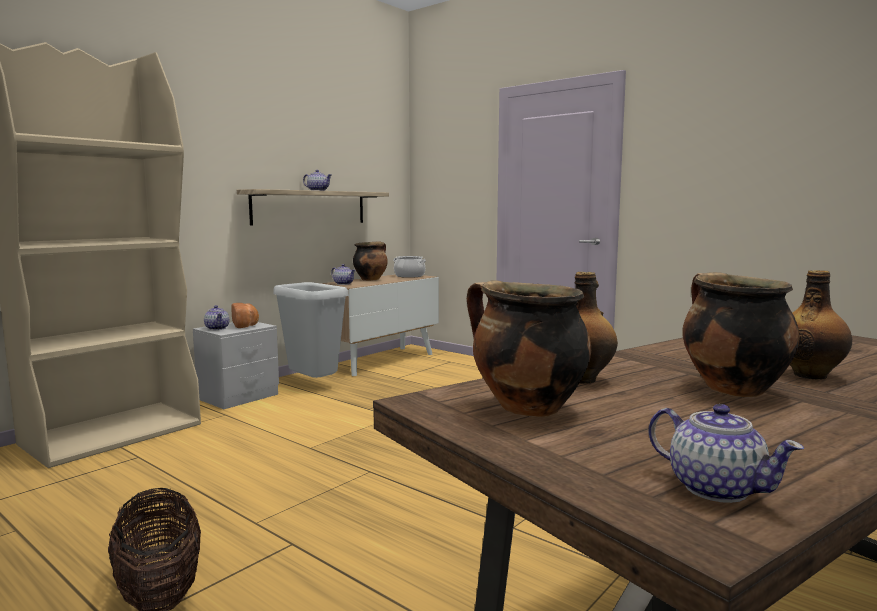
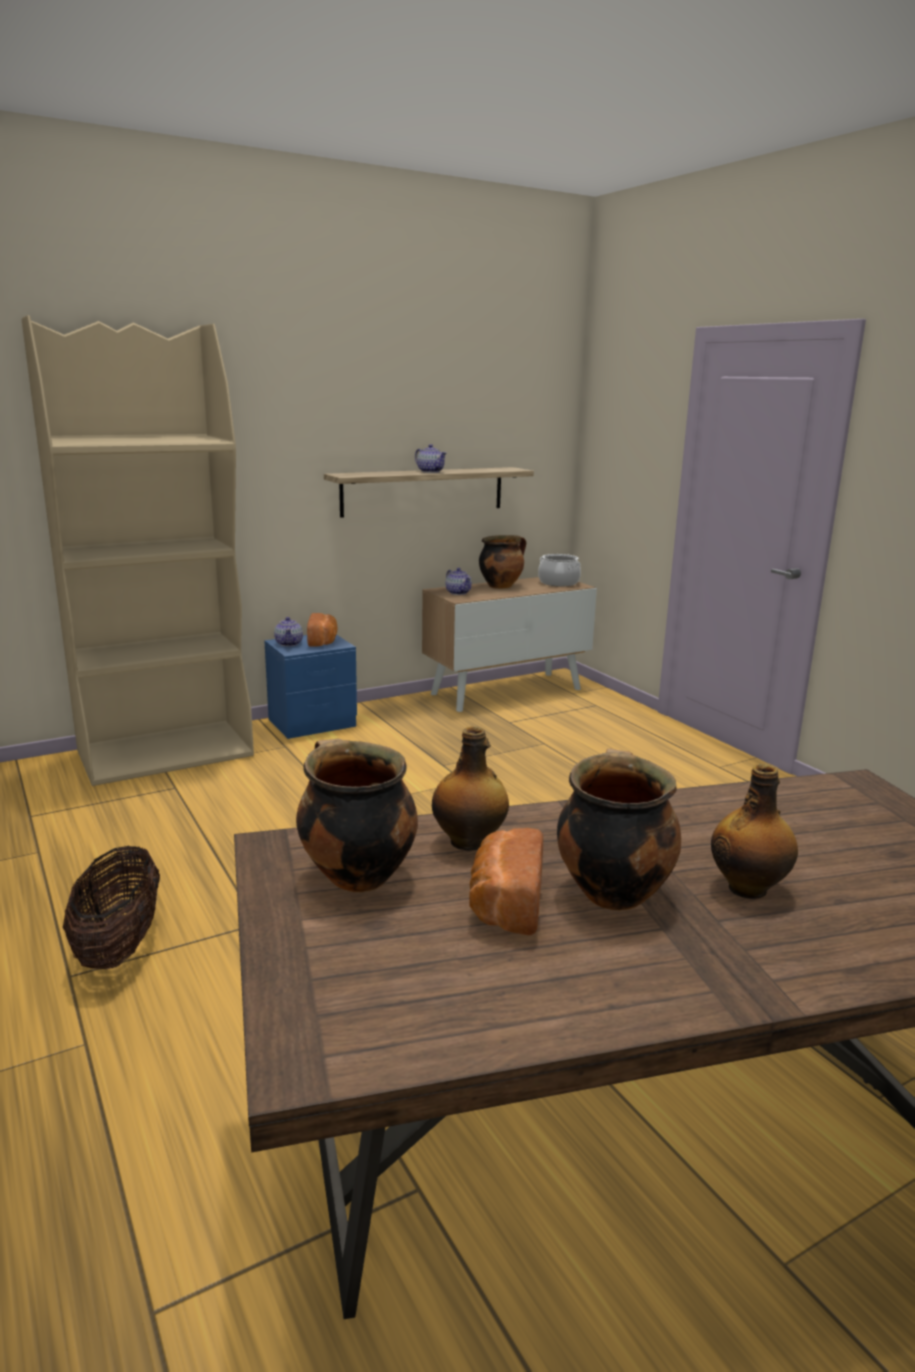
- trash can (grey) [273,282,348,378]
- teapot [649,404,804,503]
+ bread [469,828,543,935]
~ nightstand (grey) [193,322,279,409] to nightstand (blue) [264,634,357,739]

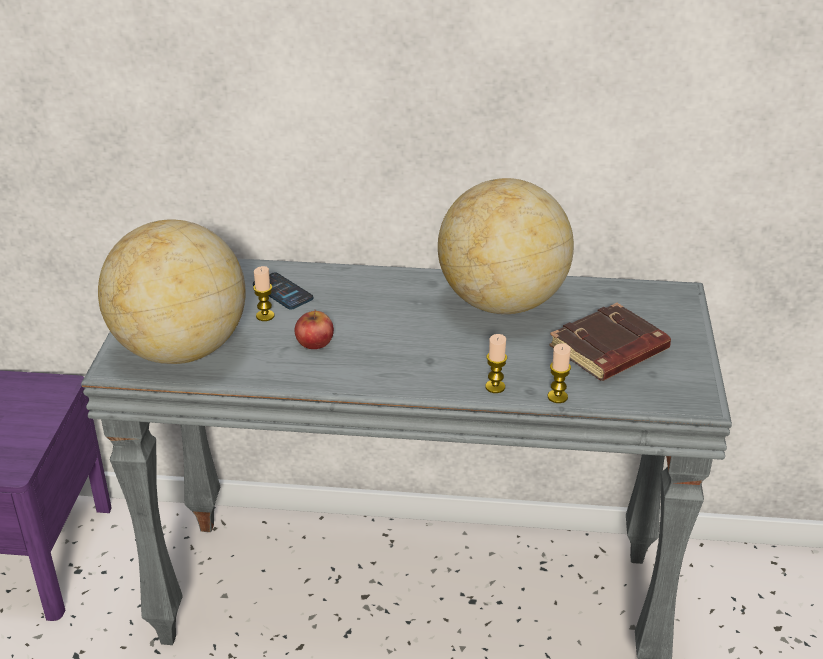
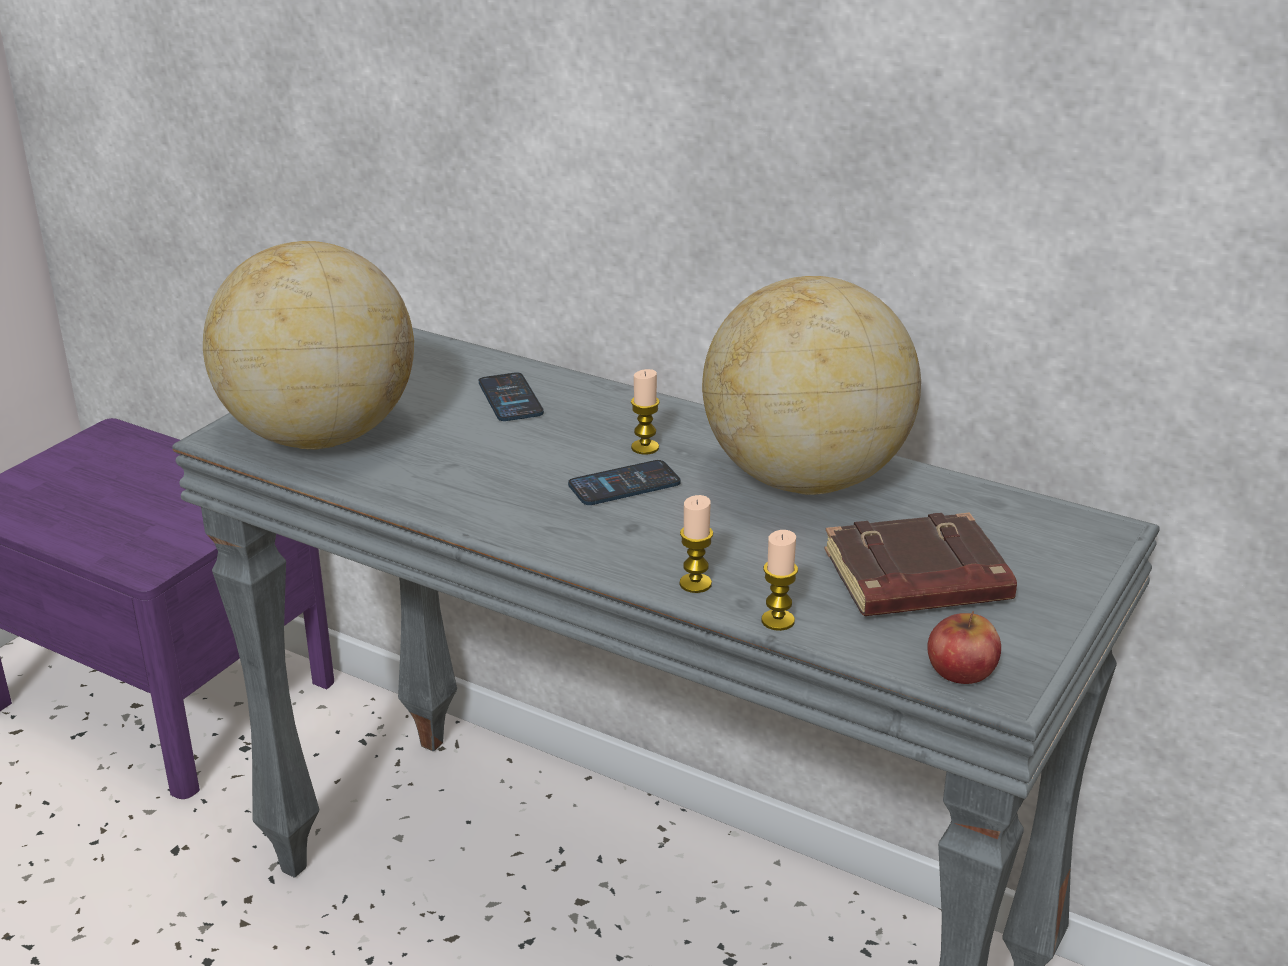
+ phone [568,460,680,505]
~ candle [253,266,275,321] to [631,369,660,455]
~ apple [294,310,334,349] to [927,611,1001,684]

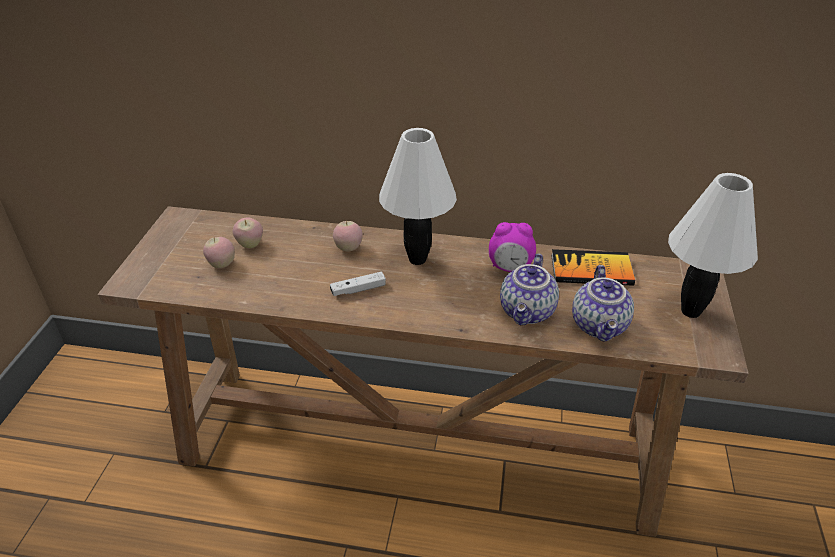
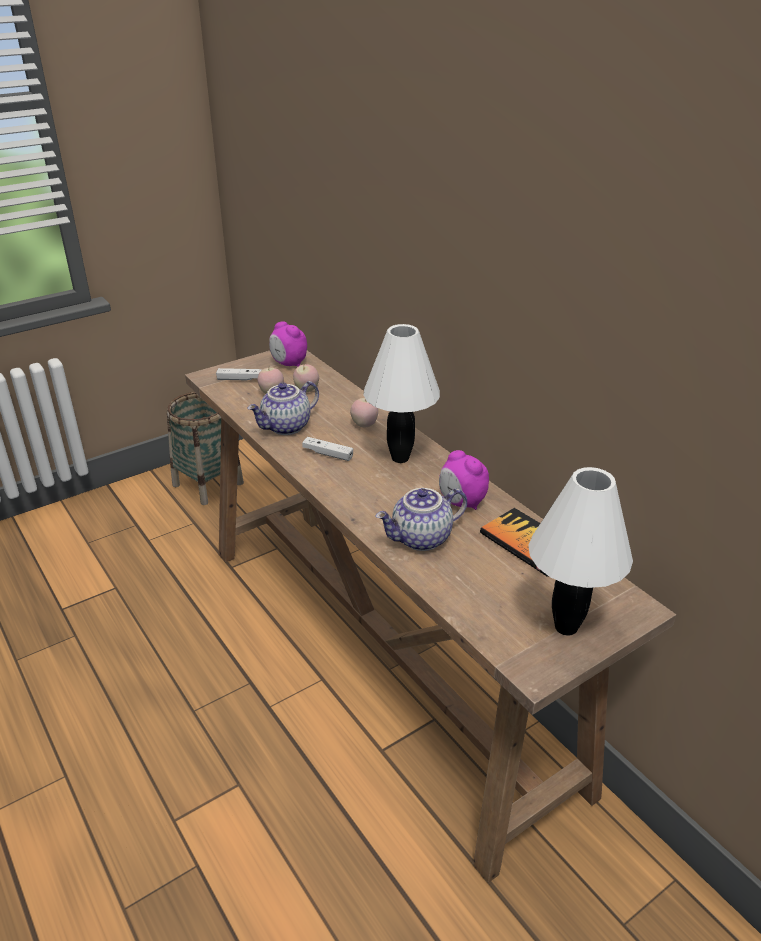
+ basket [167,392,244,505]
+ game controller (white) [216,368,262,381]
+ alarm clock [269,321,307,366]
~ teapot [572,265,634,342] to [247,381,319,435]

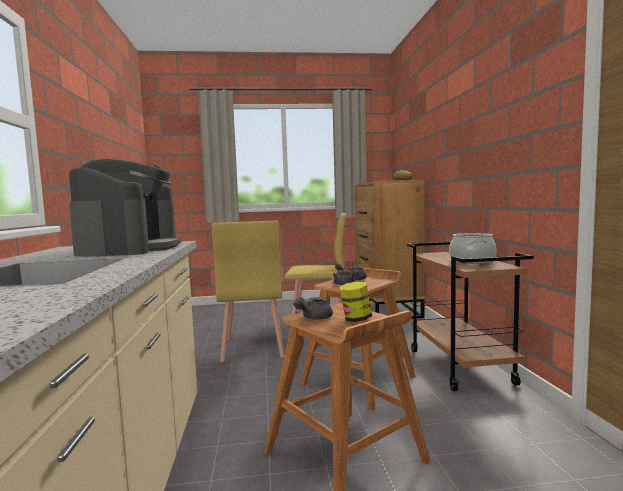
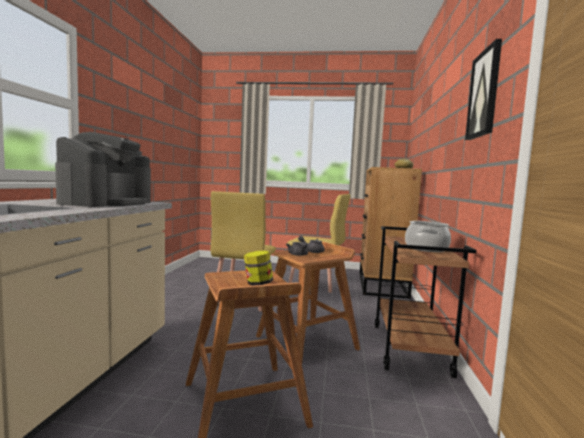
- teapot (grey) [293,297,333,320]
+ picture [465,39,502,140]

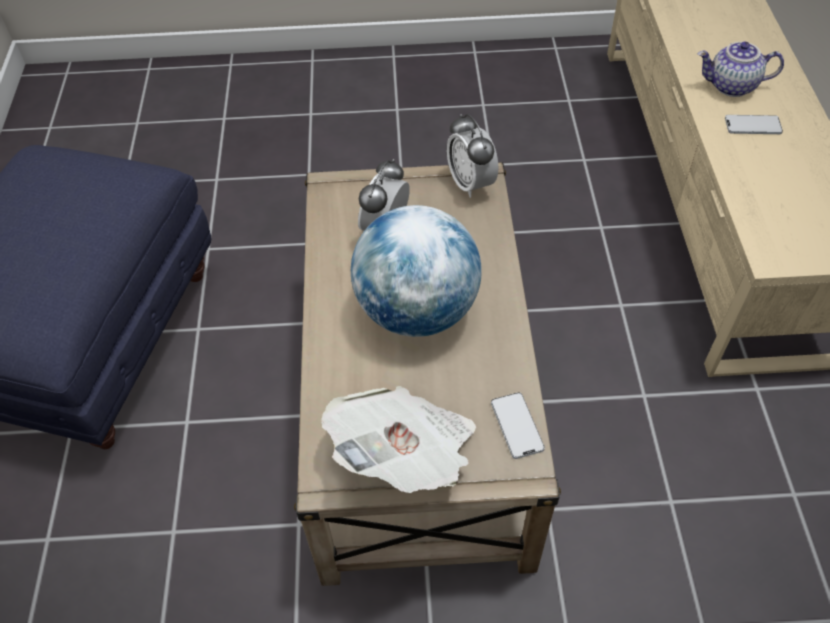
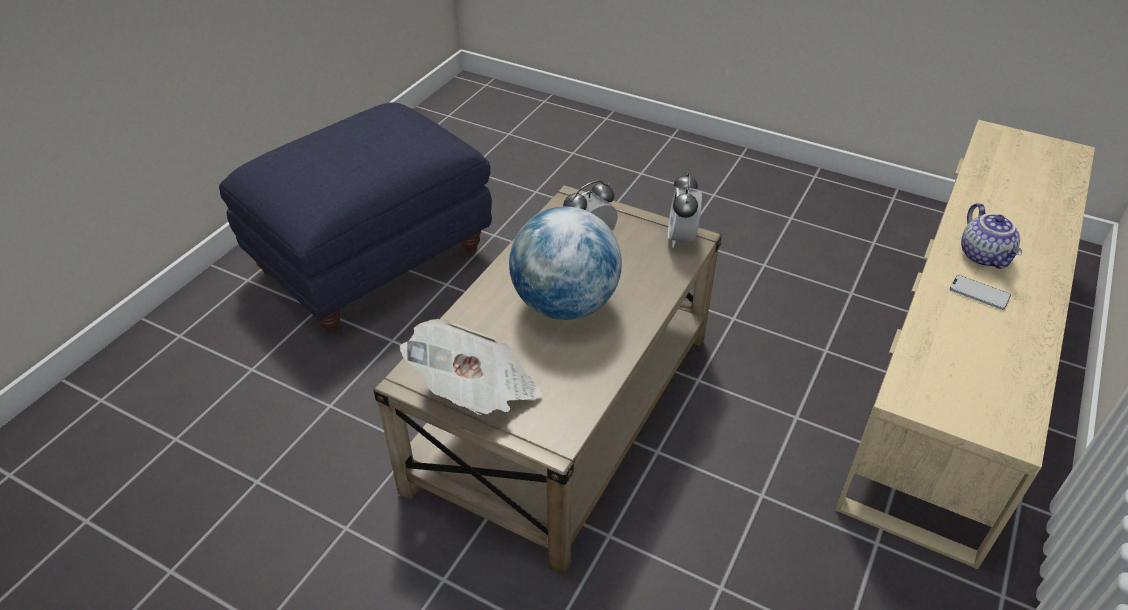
- phone [491,392,545,459]
~ teapot [698,42,784,97] = [961,203,1022,269] 135 degrees counterclockwise

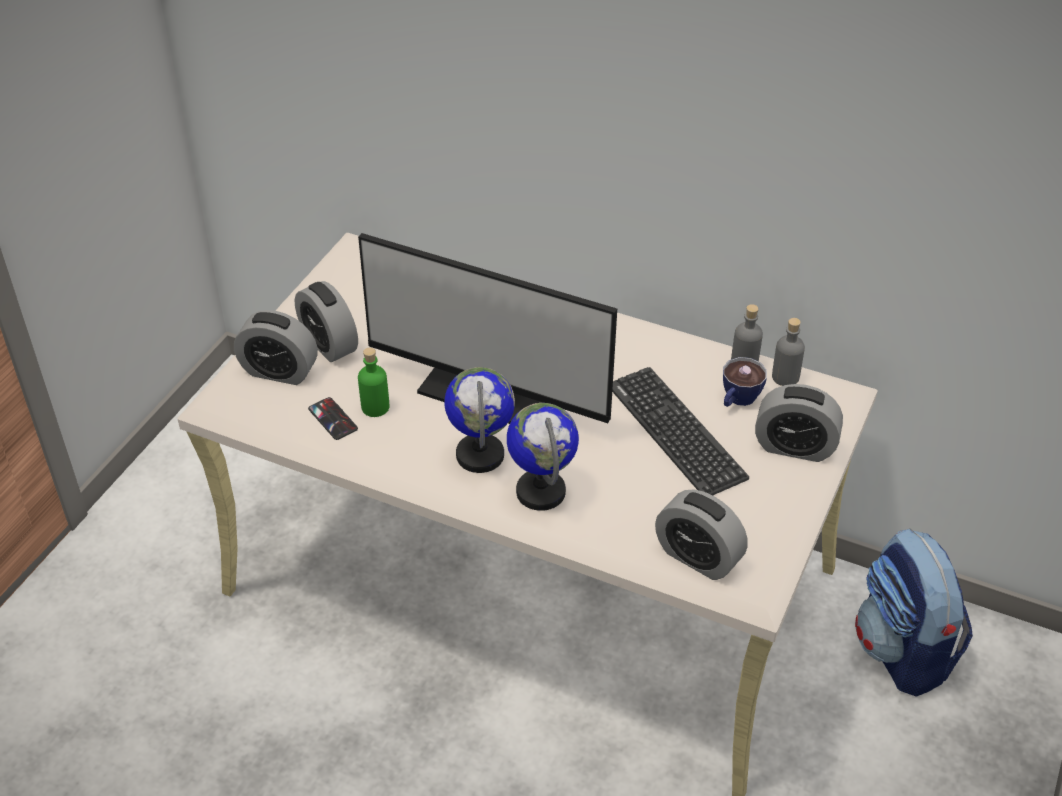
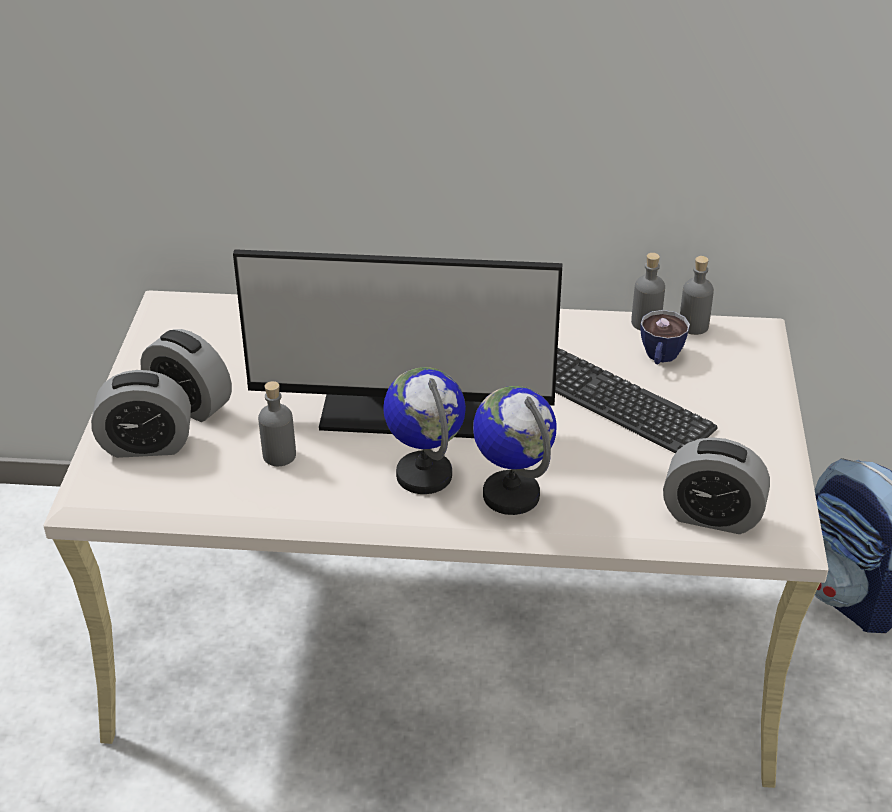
- phone [308,397,358,440]
- alarm clock [755,384,843,462]
~ bottle (green) [358,348,390,417] to bottle (grey) [258,381,296,466]

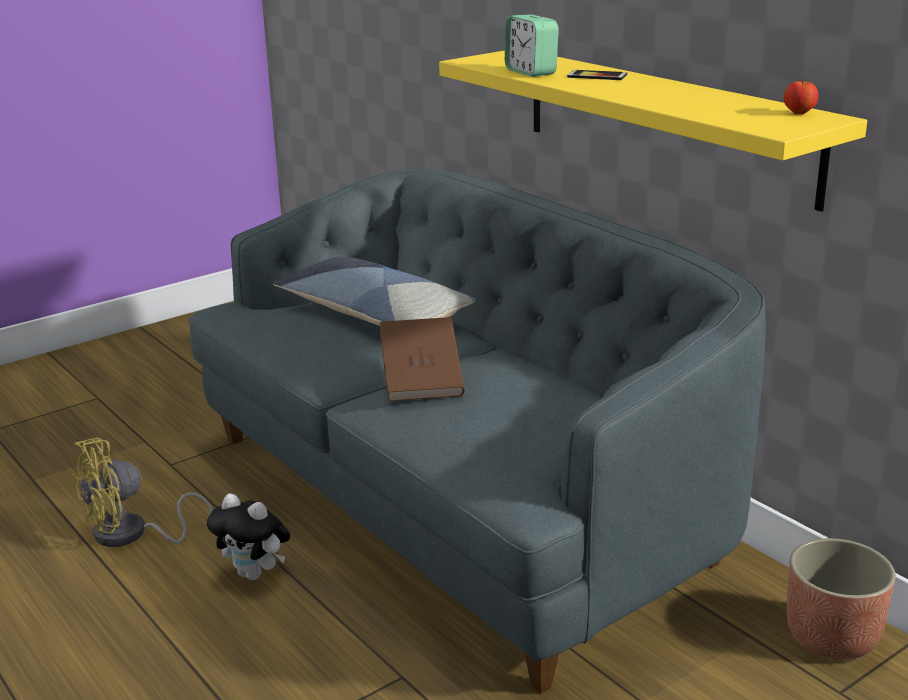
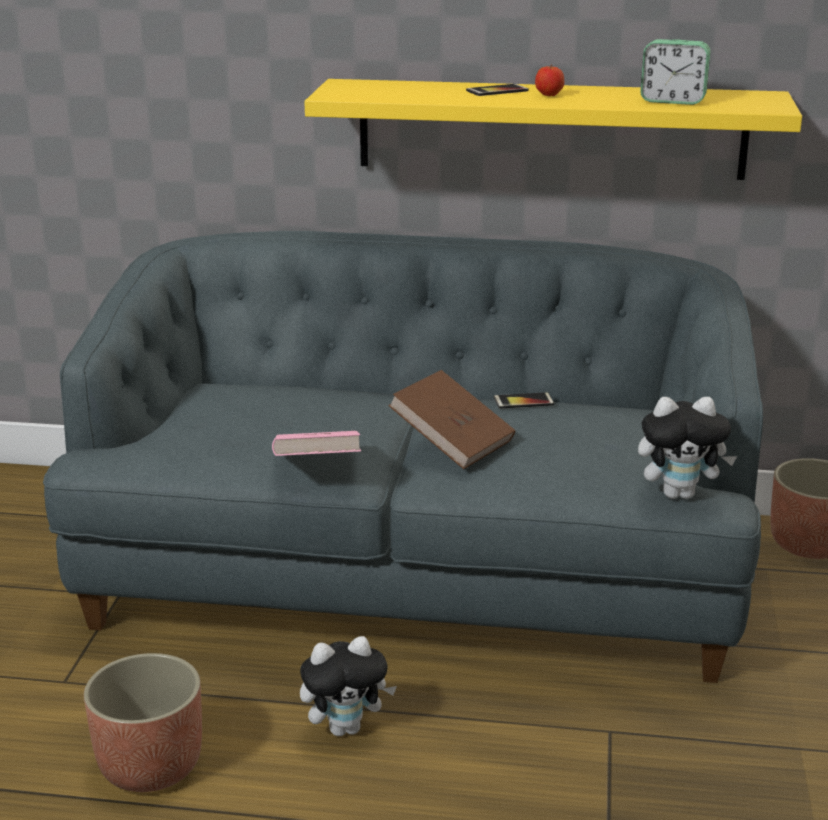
- pillow [273,257,476,326]
+ book (pink) [272,431,361,456]
+ phone [494,392,554,409]
+ plush toy [638,397,737,499]
~ alarm clock [505,14,559,77] to [640,39,710,105]
~ apple [784,80,818,115] to [535,64,564,96]
~ fan (yellow) [73,438,213,547] to planter [84,653,202,792]

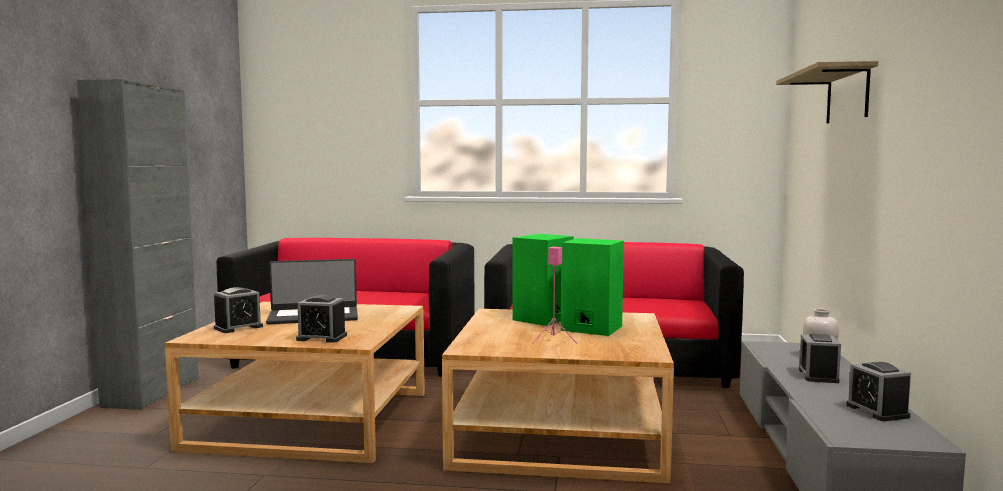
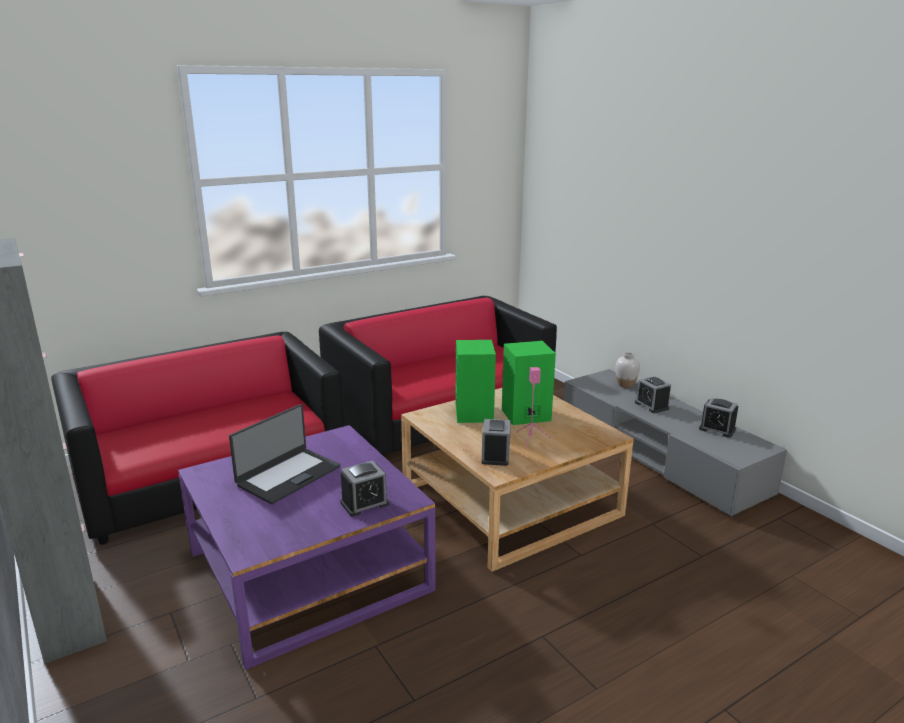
- shelf [776,61,878,124]
~ alarm clock [214,287,263,333] to [481,419,511,466]
~ coffee table (beige) [165,302,425,463] to coffee table (purple) [178,425,436,670]

